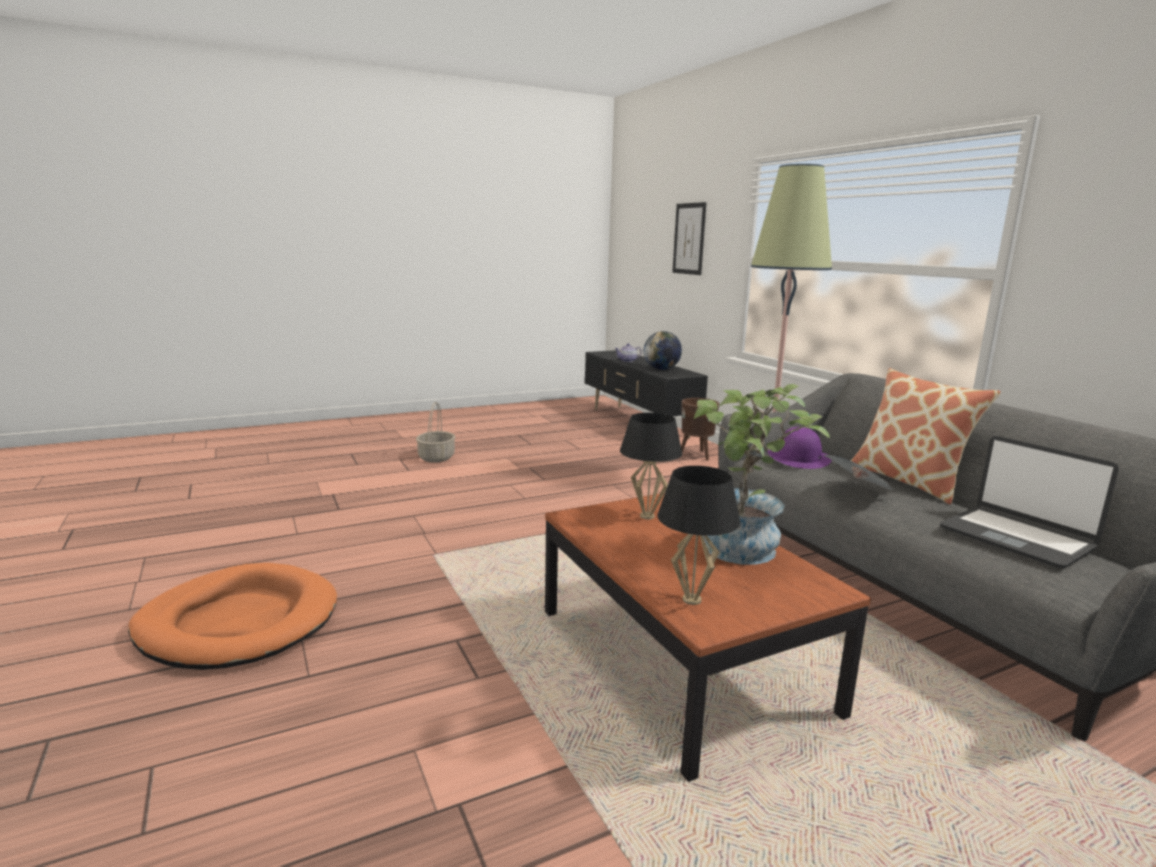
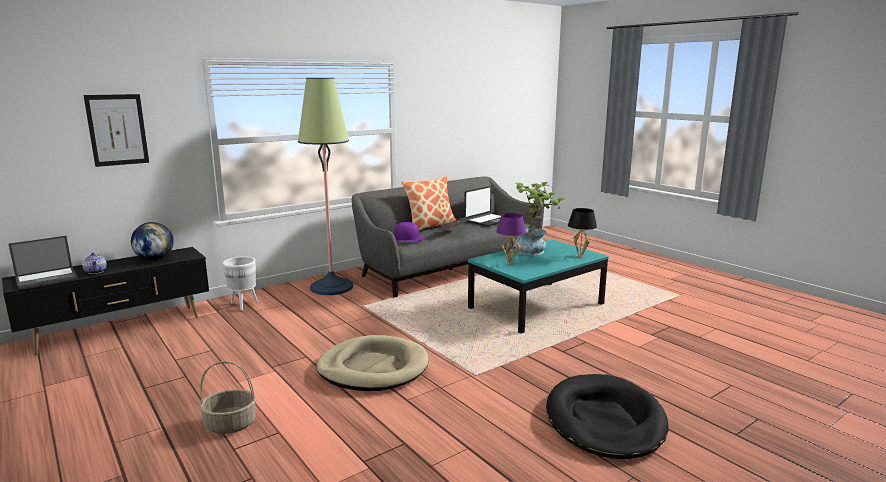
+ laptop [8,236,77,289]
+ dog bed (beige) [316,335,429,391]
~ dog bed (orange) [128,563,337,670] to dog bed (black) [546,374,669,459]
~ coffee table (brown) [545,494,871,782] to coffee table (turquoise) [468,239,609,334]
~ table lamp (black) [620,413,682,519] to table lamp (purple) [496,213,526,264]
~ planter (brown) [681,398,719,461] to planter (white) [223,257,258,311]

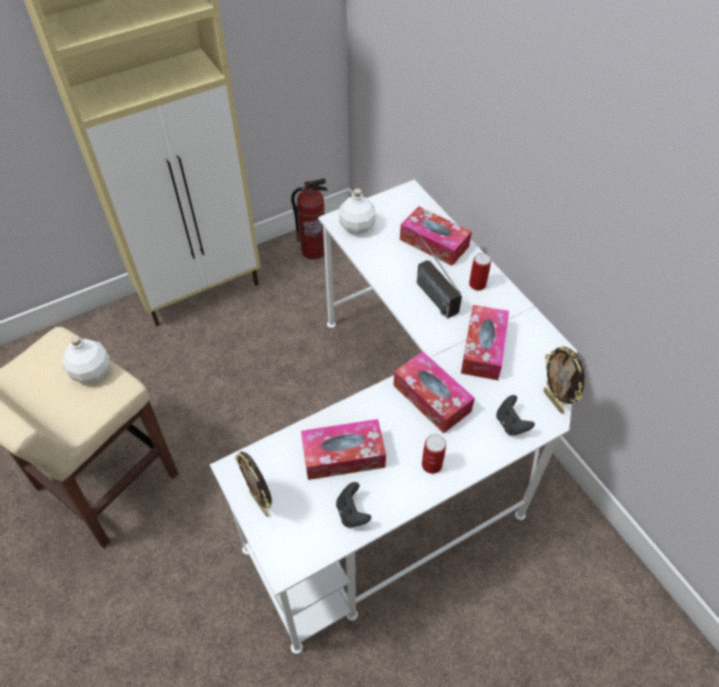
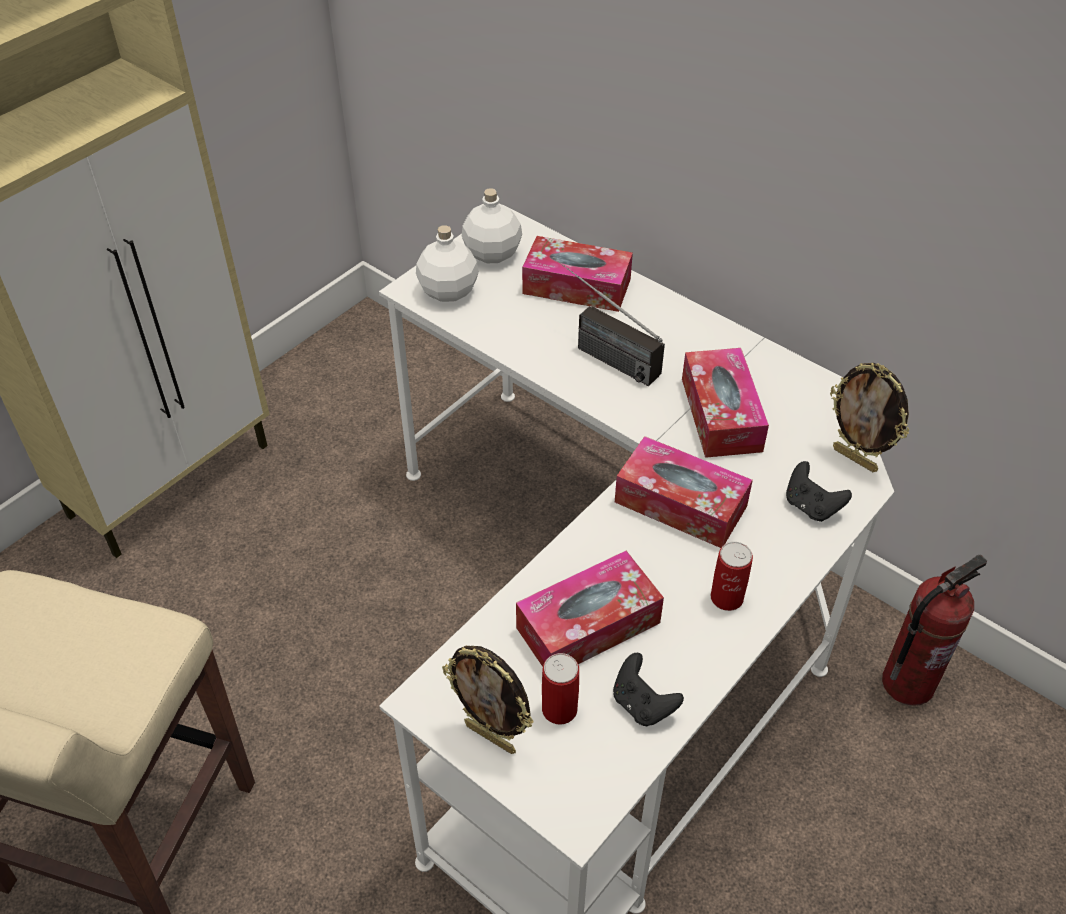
~ bottle (white) [62,335,110,383] to [462,188,522,263]
~ fire extinguisher [291,178,328,260] to [882,554,987,706]
~ can [469,253,491,290] to [542,653,579,725]

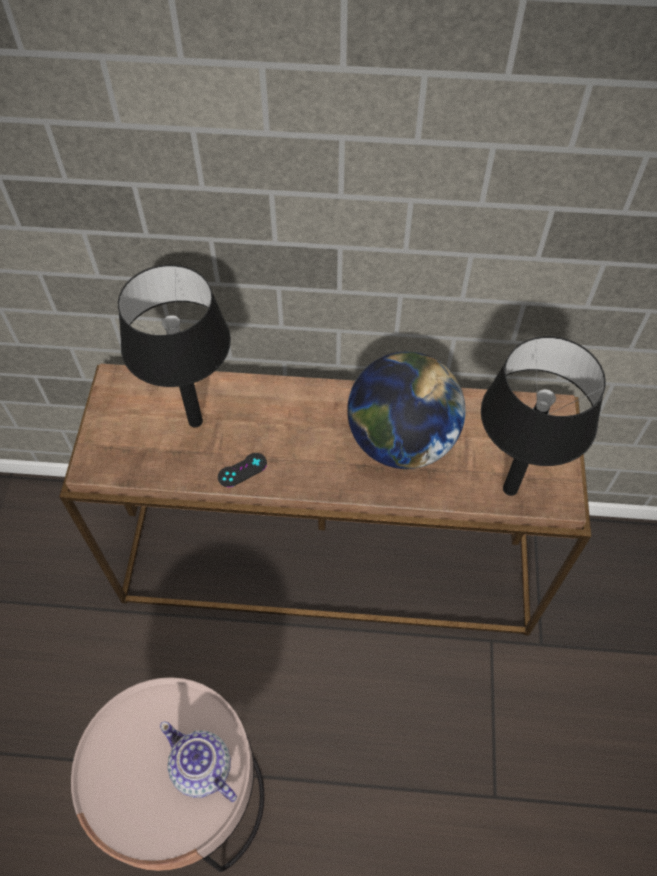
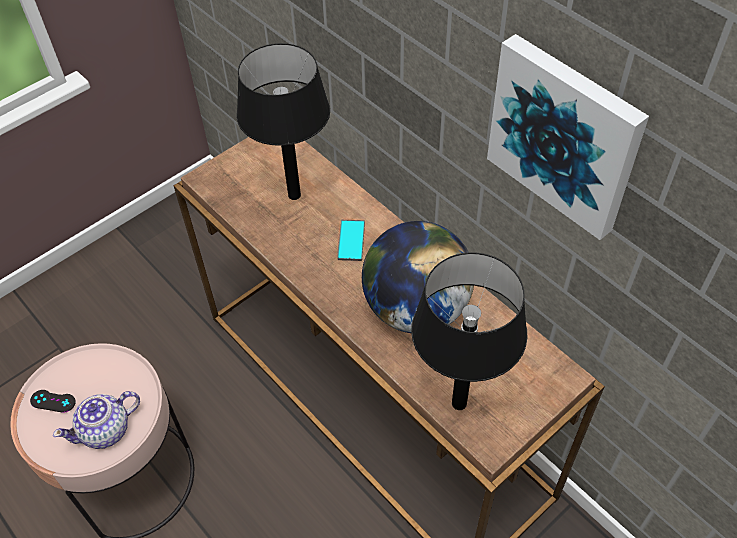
+ phone [337,220,365,261]
+ picture [487,34,649,240]
~ game controller (black) [218,453,267,487] to [30,390,76,413]
~ teapot [160,722,237,802] = [53,391,140,449] 120 degrees counterclockwise

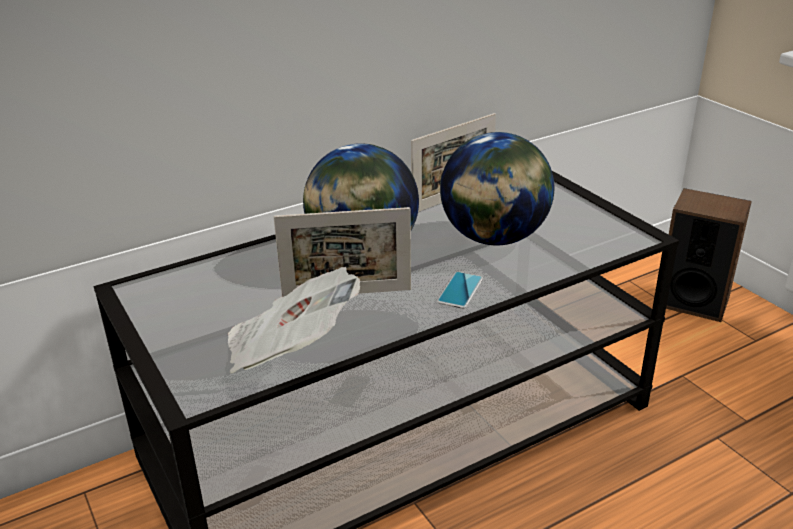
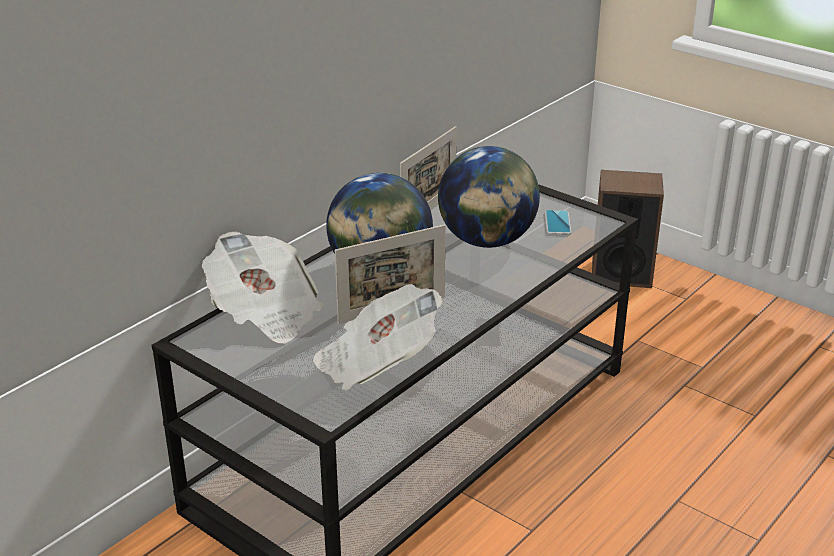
+ newspaper [202,231,323,343]
~ phone [437,272,483,309] to [545,210,571,235]

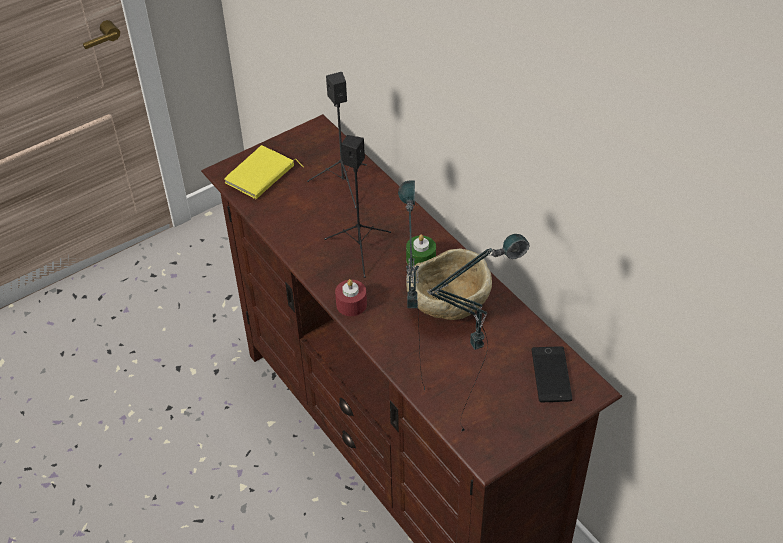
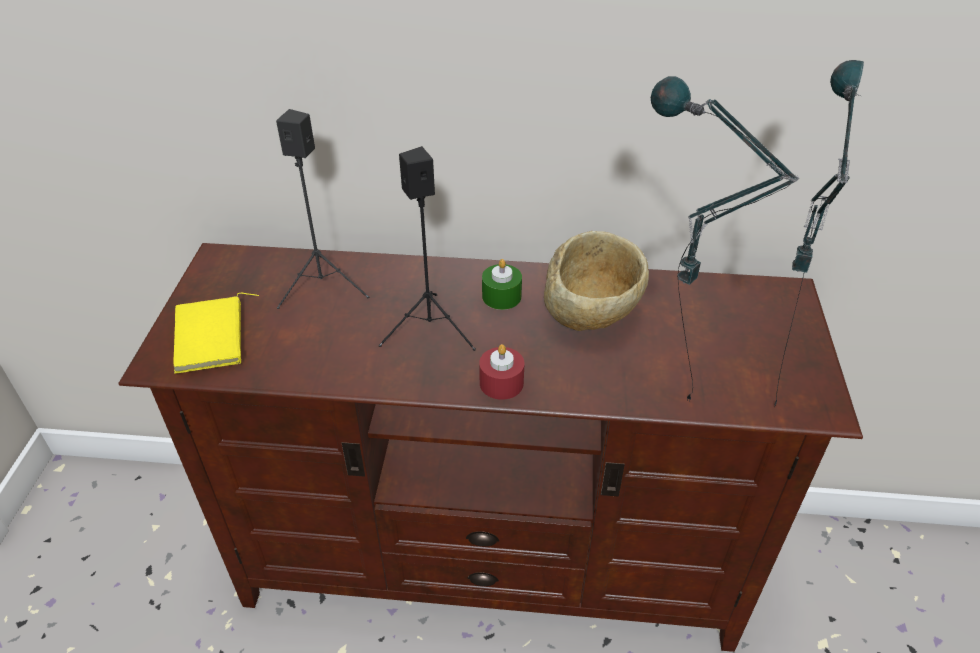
- phone [532,346,572,402]

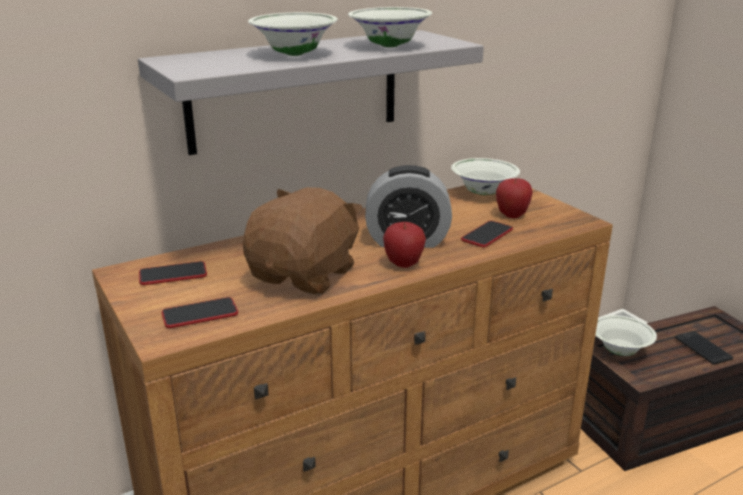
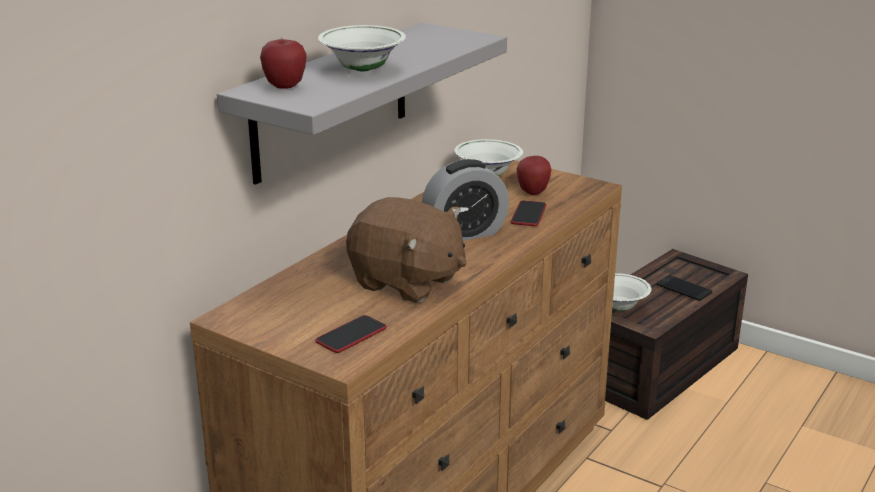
- phone [139,261,207,285]
- bowl (white) [348,7,432,47]
~ apple [383,222,426,268] to [260,38,307,89]
~ plush toy (brown) [242,187,363,294] = [346,197,467,303] 120 degrees clockwise

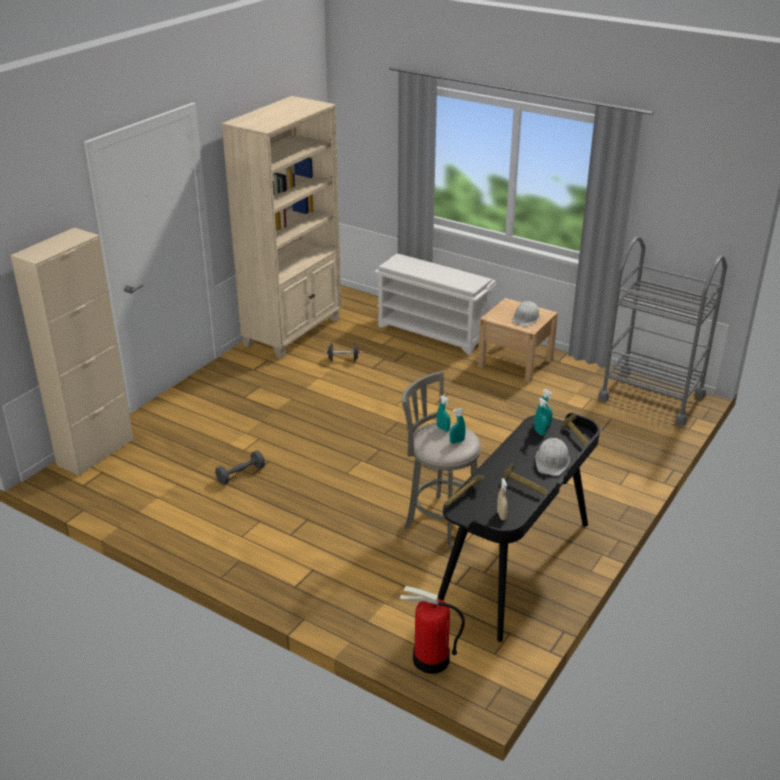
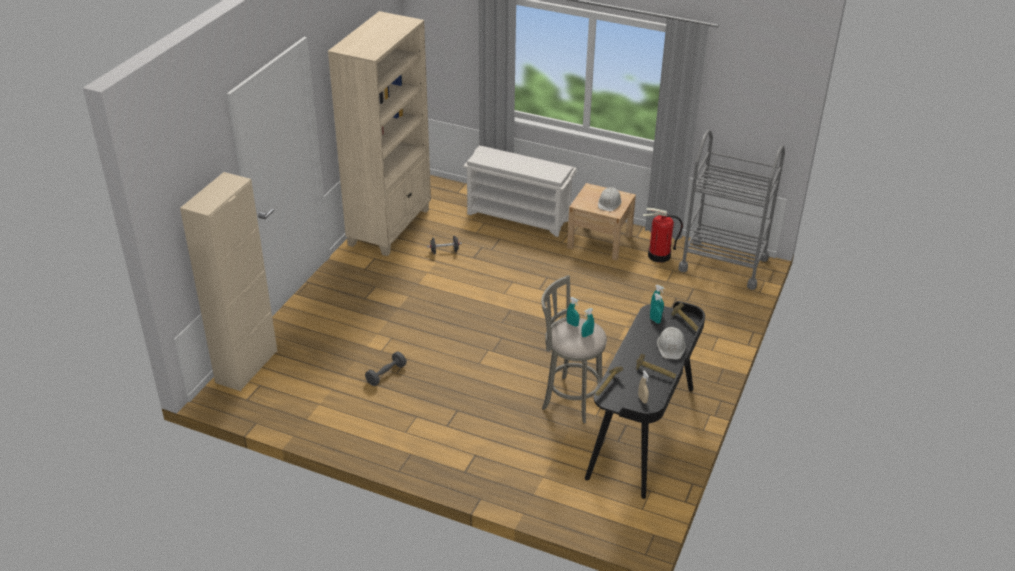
~ fire extinguisher [400,586,465,674] to [643,208,683,263]

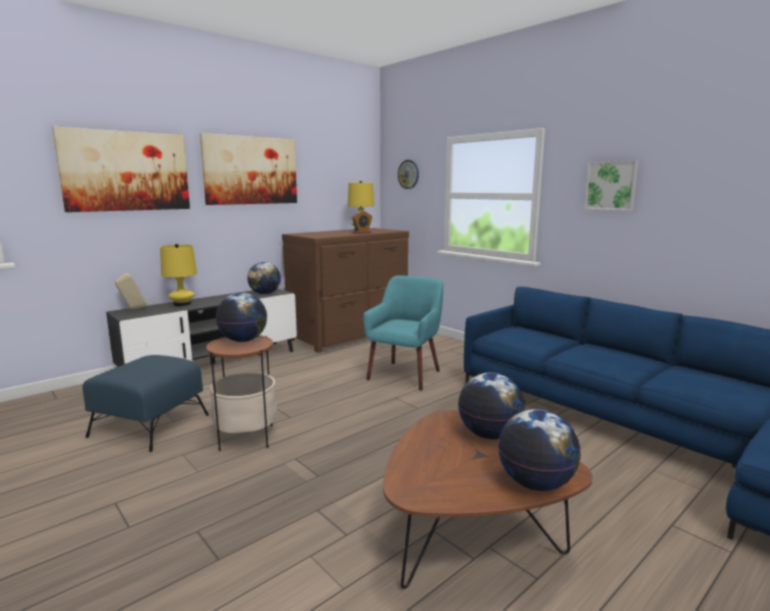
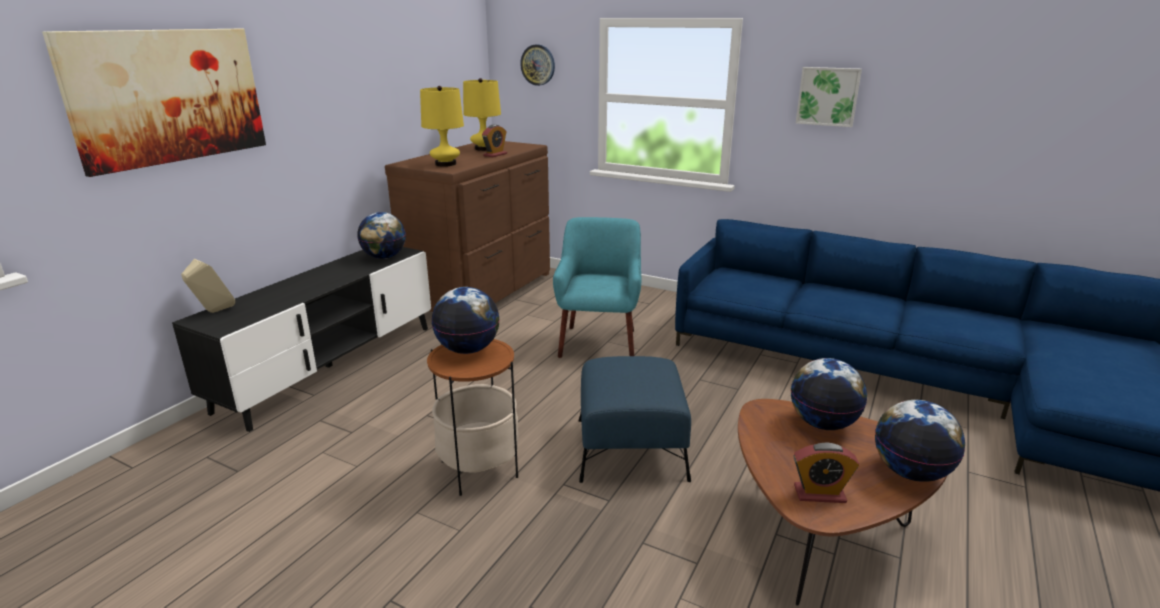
- picture [200,133,297,205]
+ alarm clock [793,442,859,503]
~ ottoman (blue) [83,355,209,452] to [579,356,691,483]
~ table lamp (yellow) [160,244,197,306] to [420,86,464,167]

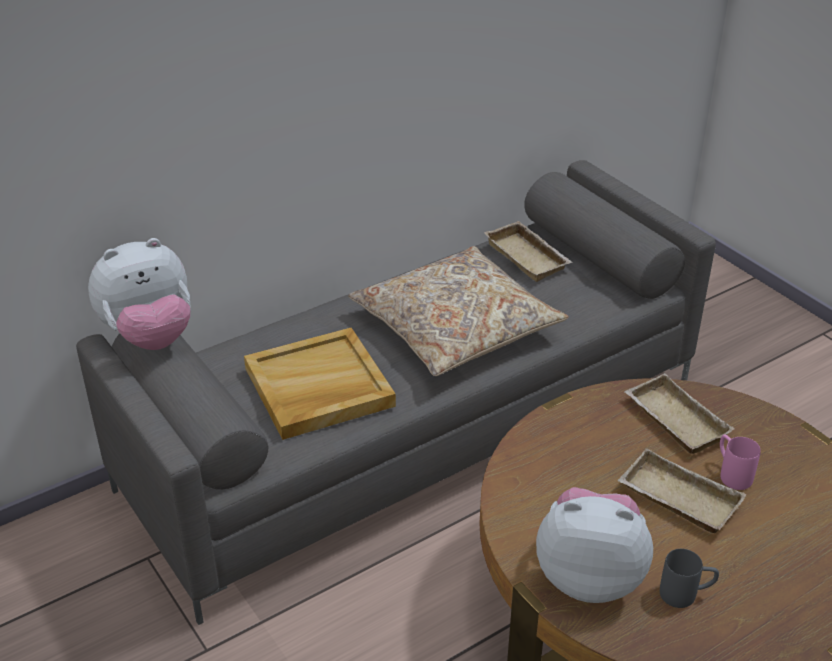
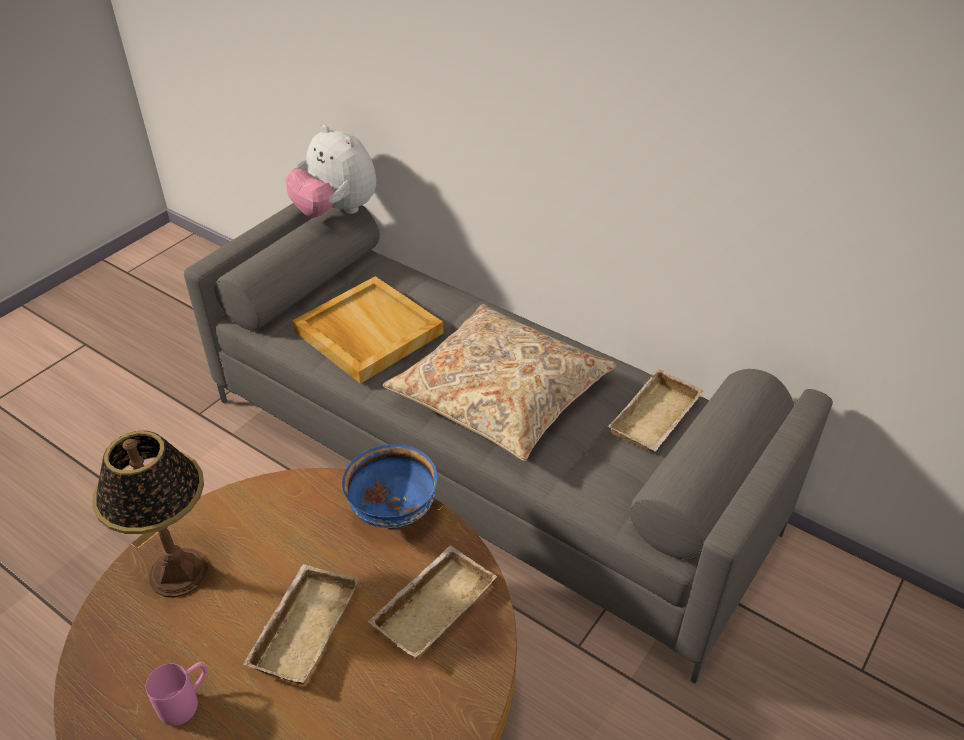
- mug (grey) [660,549,719,608]
+ bowl (blue) [342,444,438,529]
~ mug (pink) [720,435,761,490] to [146,662,207,726]
~ plush toy [536,487,653,603] to table lamp [92,431,209,598]

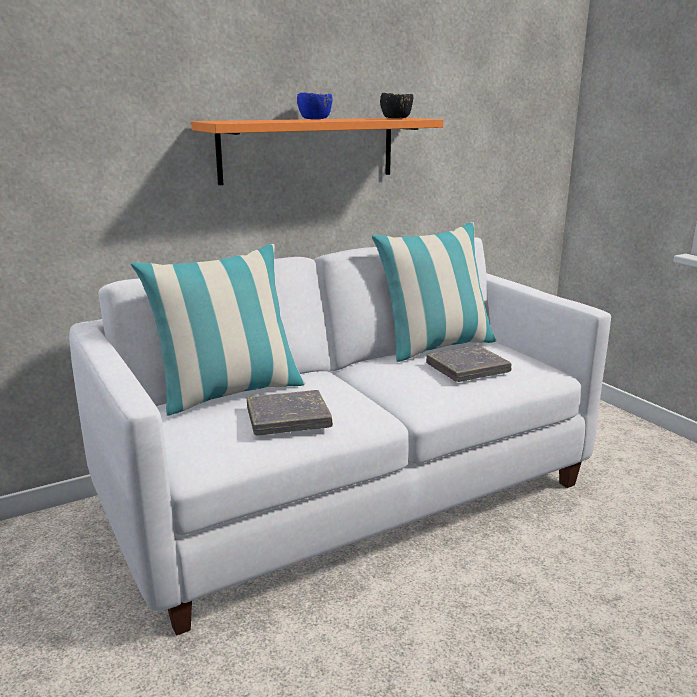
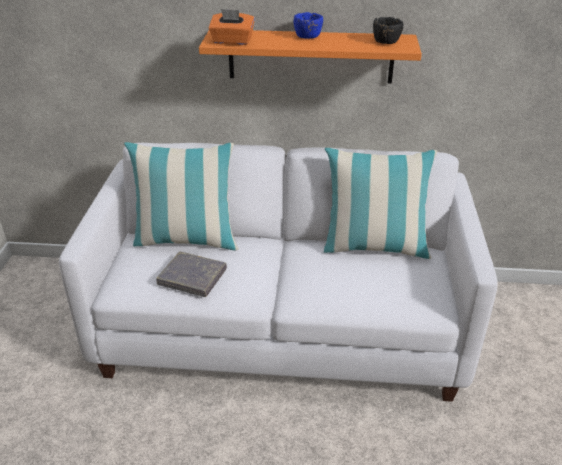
- book (grey) [426,345,512,382]
+ tissue box (orange) [209,9,255,45]

